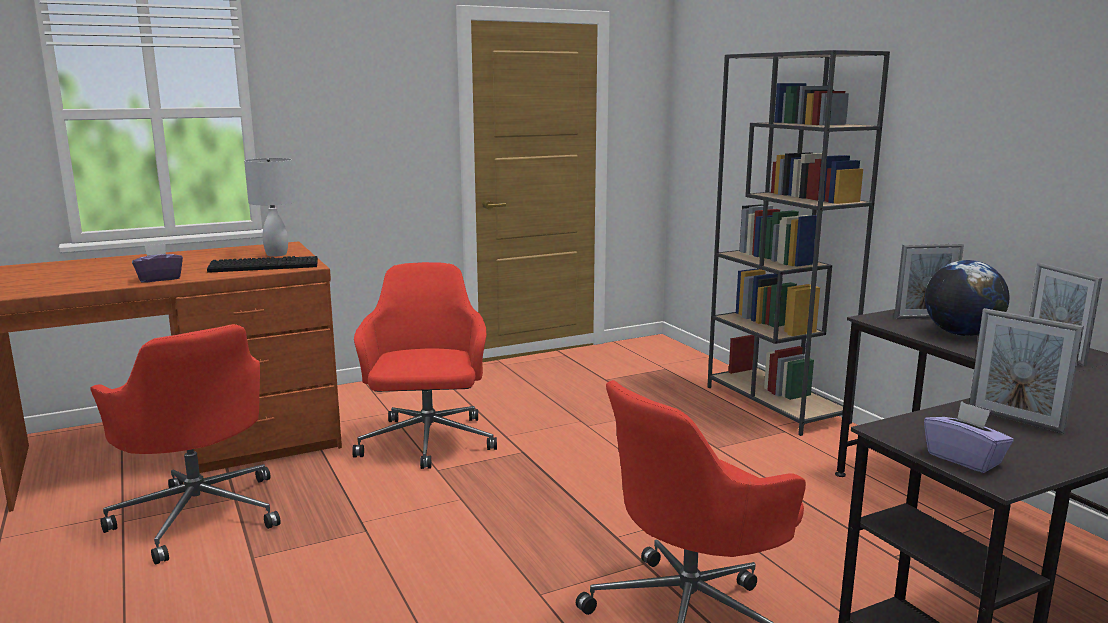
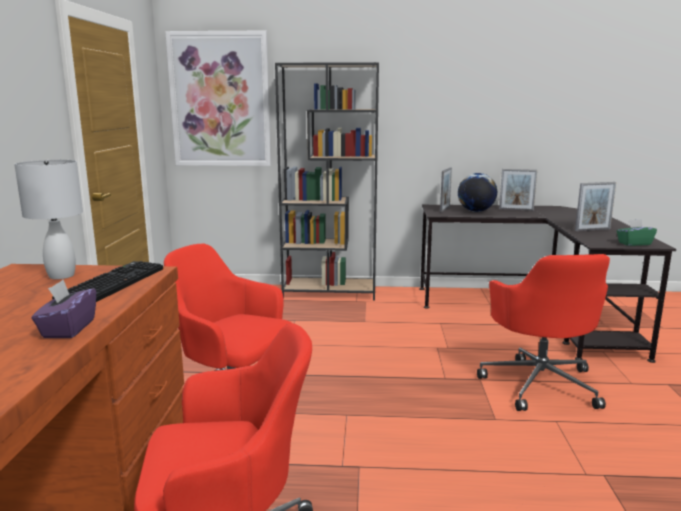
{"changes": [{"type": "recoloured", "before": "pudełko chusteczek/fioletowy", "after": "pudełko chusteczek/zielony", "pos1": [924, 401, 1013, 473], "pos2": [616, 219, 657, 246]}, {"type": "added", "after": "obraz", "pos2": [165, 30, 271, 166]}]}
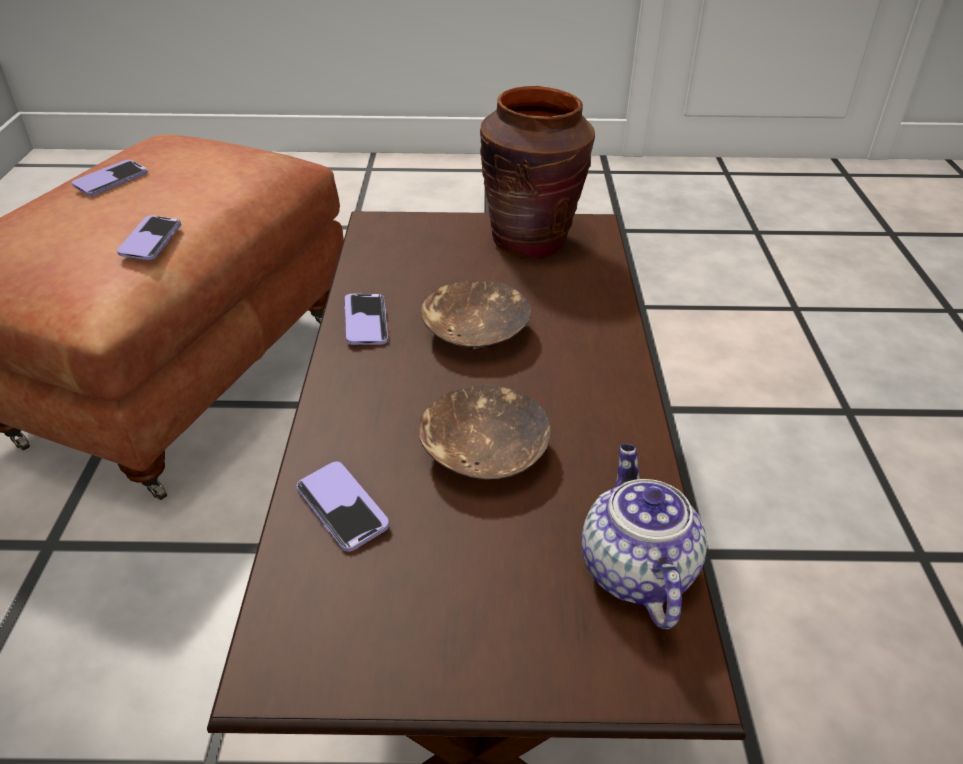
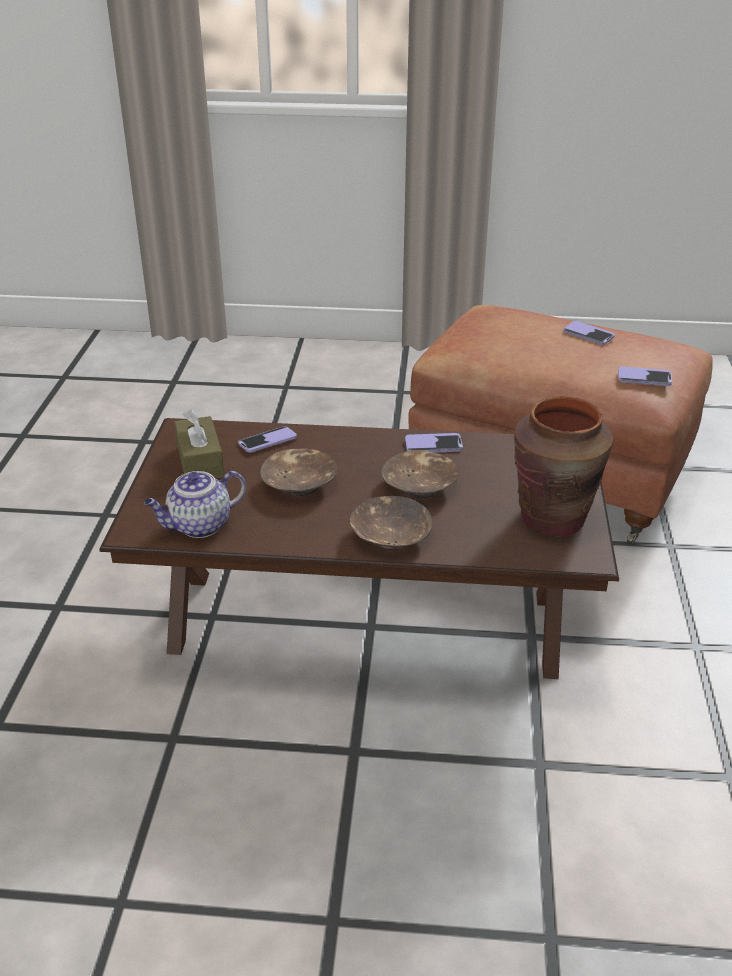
{"changes": [{"type": "moved", "before": "telefon", "pos1": [117, 215, 181, 260], "pos2": [618, 366, 672, 386]}, {"type": "turned", "before": "imbryk", "pos1": [581, 444, 707, 629], "pos2": [144, 471, 246, 538], "turn": 150}, {"type": "added", "after": "pudełko chusteczek/brązowy", "pos2": [174, 409, 224, 479]}, {"type": "added", "after": "miska/brązowy", "pos2": [350, 496, 433, 550]}]}
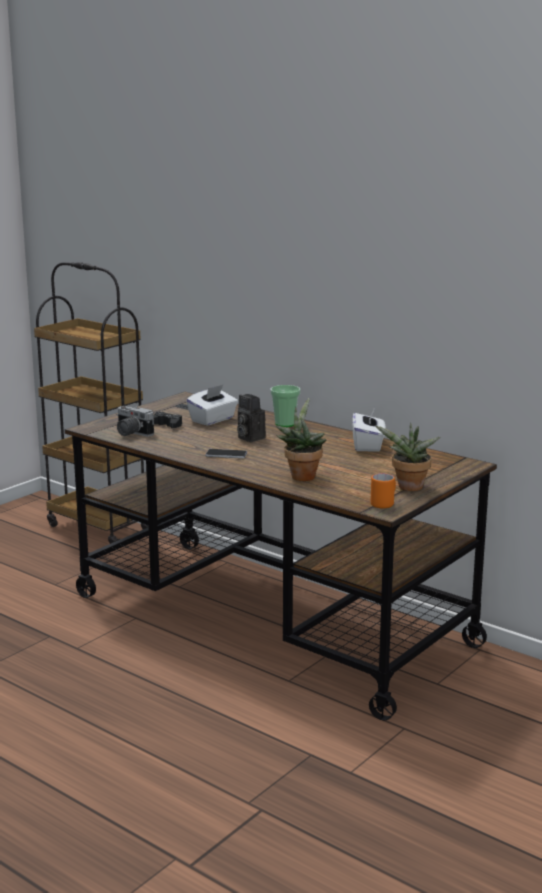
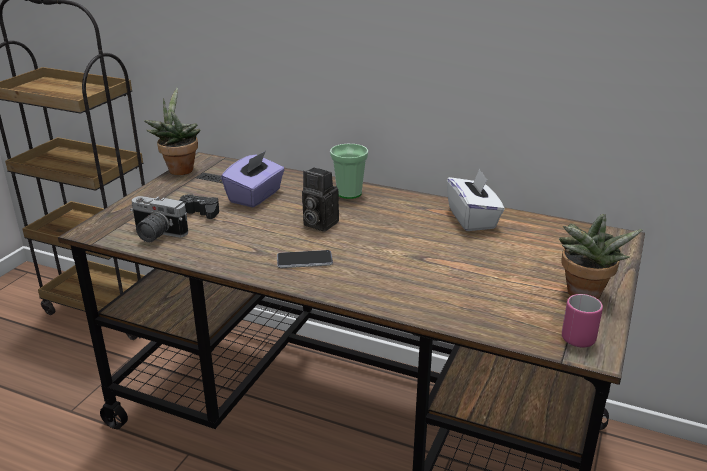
{"changes": [{"type": "recoloured", "before": "pudełko chusteczek/biały", "after": "pudełko chusteczek/fioletowy", "pos1": [186, 385, 238, 426], "pos2": [221, 151, 285, 207]}, {"type": "moved", "before": "roślina doniczkowa", "pos1": [276, 398, 326, 481], "pos2": [144, 88, 200, 175]}, {"type": "recoloured", "before": "kubek/pomarańczowy", "after": "kubek/różowy", "pos1": [371, 473, 396, 508], "pos2": [562, 294, 603, 348]}]}
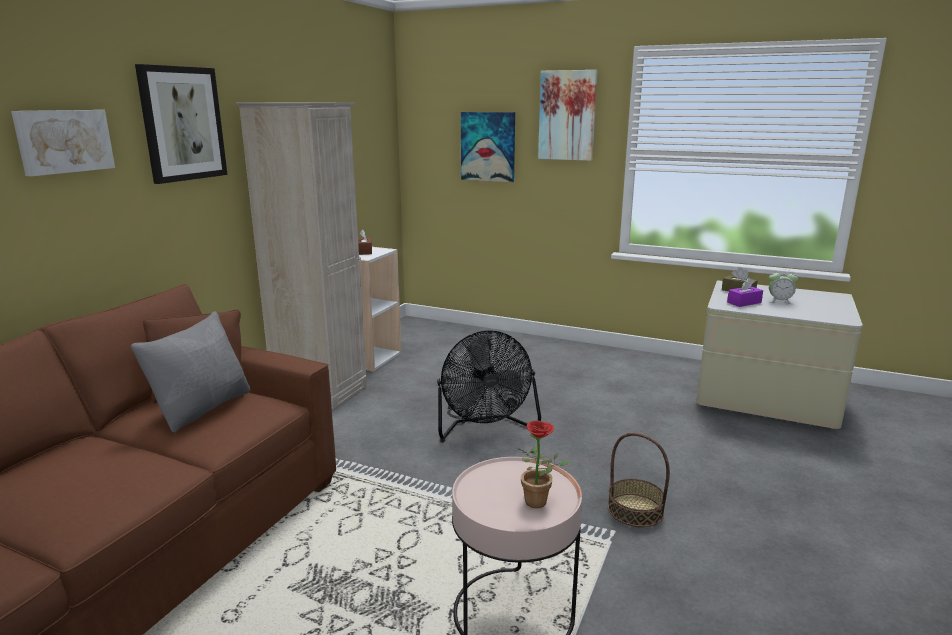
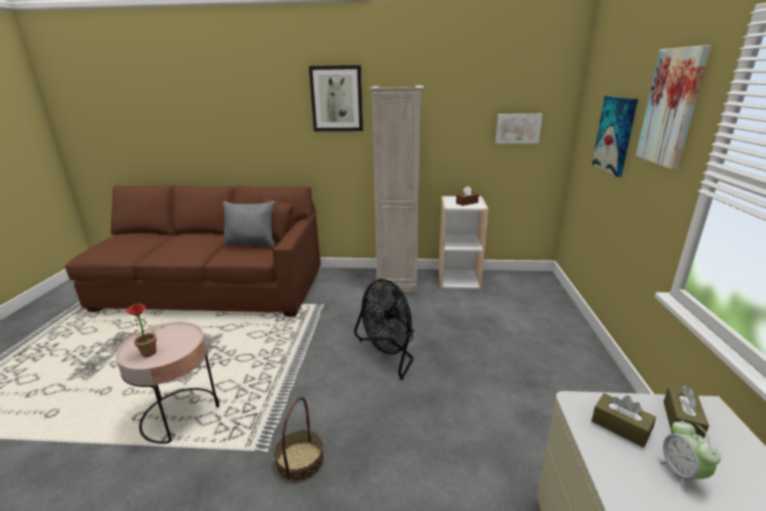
{"changes": [{"type": "moved", "before": "obraz", "pos1": [11, 110, 115, 176], "pos2": [495, 114, 543, 144]}, {"type": "recoloured", "before": "pudełko chusteczek/fioletowy", "after": "pudełko chusteczek/brązowy", "pos1": [727, 278, 763, 307], "pos2": [592, 393, 656, 448]}]}
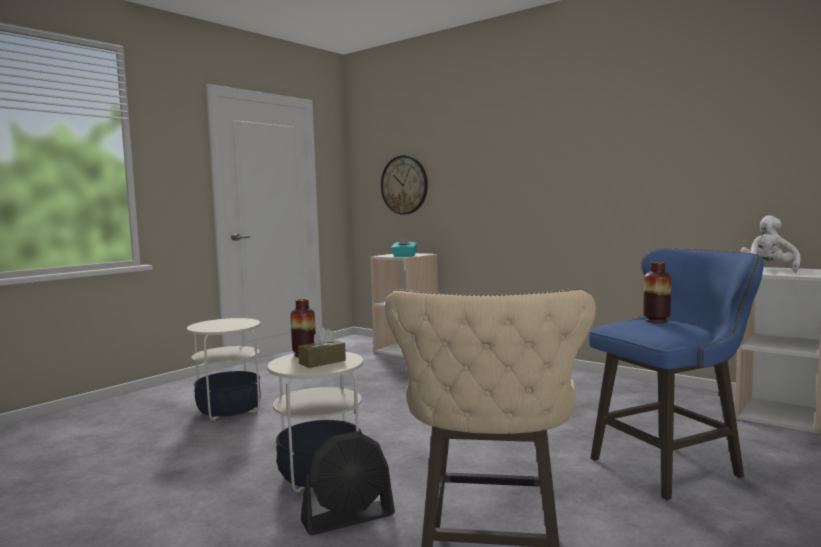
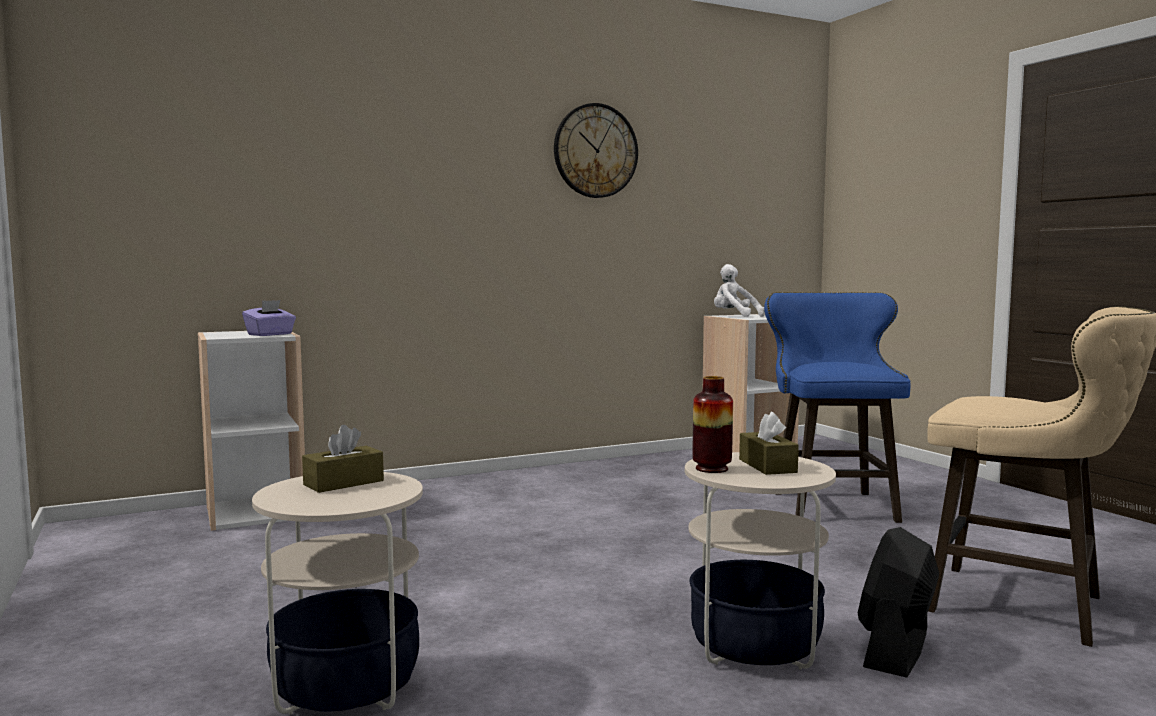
{"changes": [{"type": "moved", "before": "zegar ścienny", "pos1": [381, 155, 428, 215], "pos2": [554, 103, 638, 198]}, {"type": "recoloured", "before": "pudełko chusteczek/turkusowy", "after": "pudełko chusteczek/fioletowy", "pos1": [391, 238, 417, 257], "pos2": [242, 300, 296, 336]}, {"type": "removed", "before": "wazon", "pos1": [643, 262, 671, 323]}, {"type": "turned", "before": "wentylator/czarny", "pos1": [301, 431, 395, 535], "pos2": [858, 527, 939, 678], "turn": -150}, {"type": "added", "after": "pudełko chusteczek/brązowy", "pos2": [302, 425, 384, 493]}]}
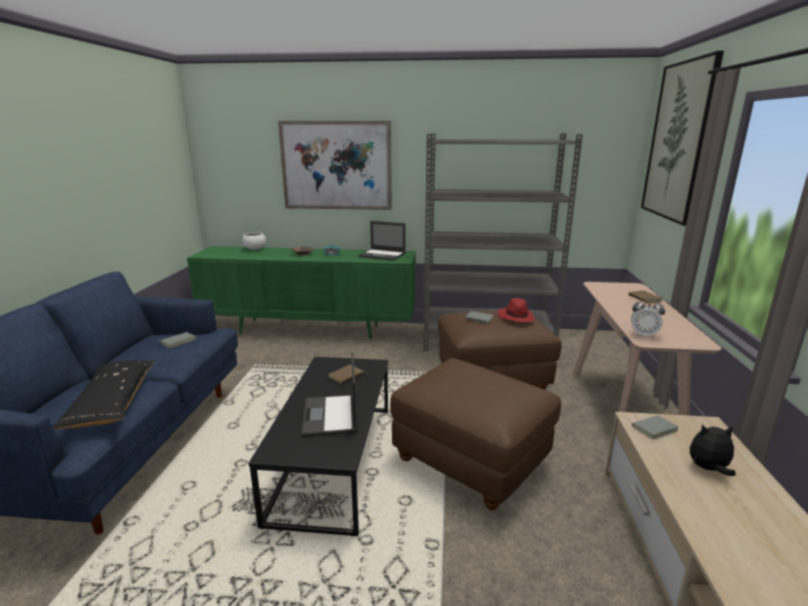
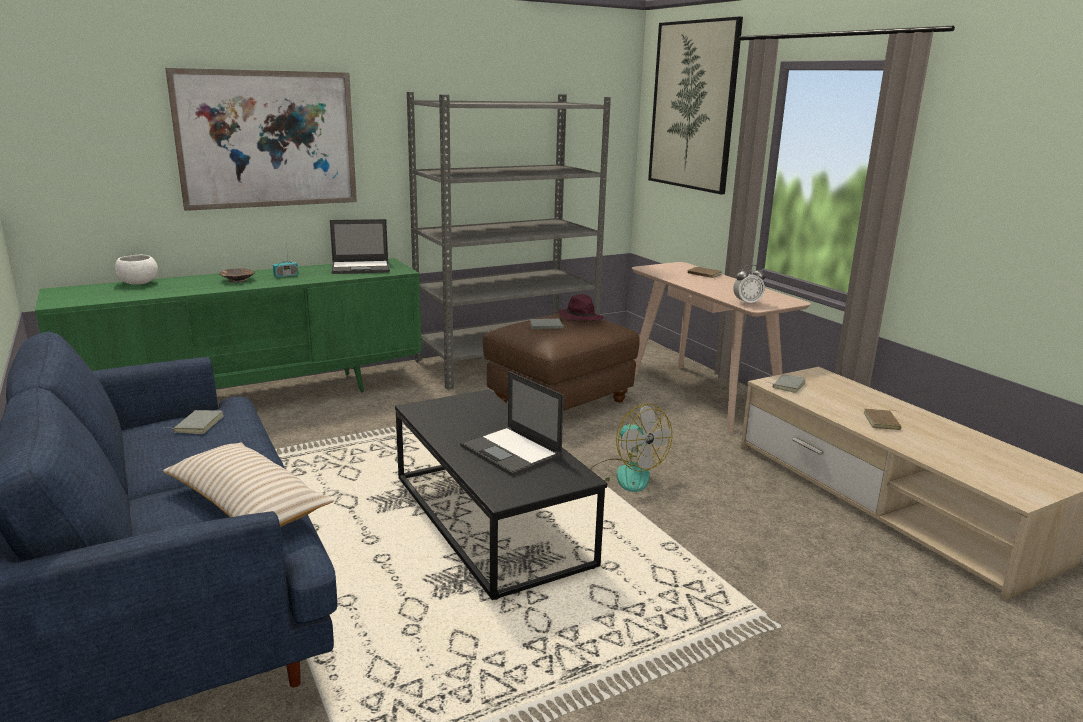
{"changes": [{"type": "recoloured", "before": "kapelusz/czerwony", "after": "kapelusz/fioletowy", "pos1": [498, 298, 535, 322], "pos2": [558, 294, 604, 321]}, {"type": "replaced", "before": "pufa/brązowy", "after": "wentylator", "pos1": [390, 358, 561, 510], "pos2": [590, 404, 672, 492]}, {"type": "recoloured", "before": "poduszka/czarny", "after": "poduszka/beżowy", "pos1": [53, 360, 156, 429], "pos2": [163, 442, 334, 527]}, {"type": "moved", "before": "książka/brązowy", "pos1": [328, 365, 368, 384], "pos2": [864, 408, 902, 430]}, {"type": "removed", "before": "pluszak", "pos1": [690, 425, 736, 476]}]}
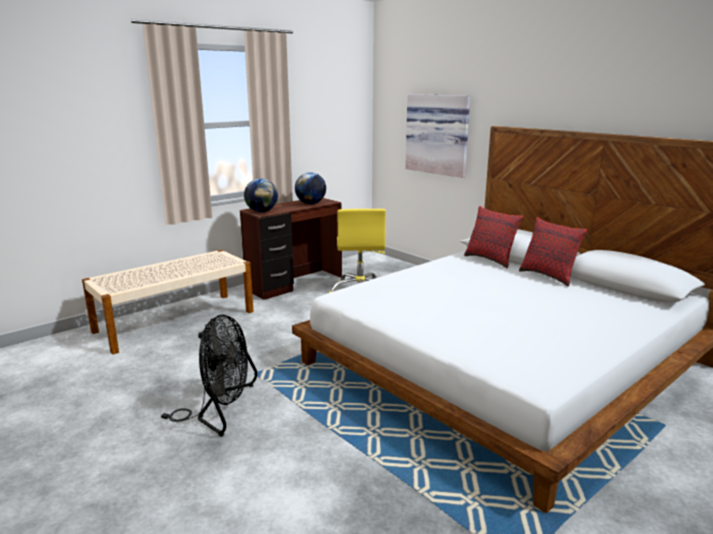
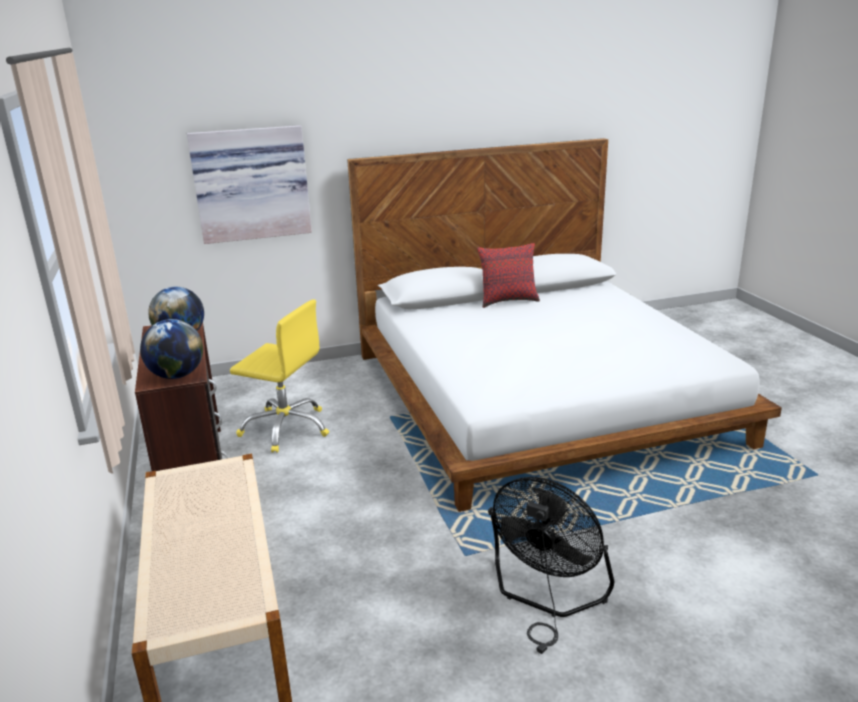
{"changes": [{"type": "removed", "before": "poduszka/czerwony", "pos1": [464, 206, 523, 268]}]}
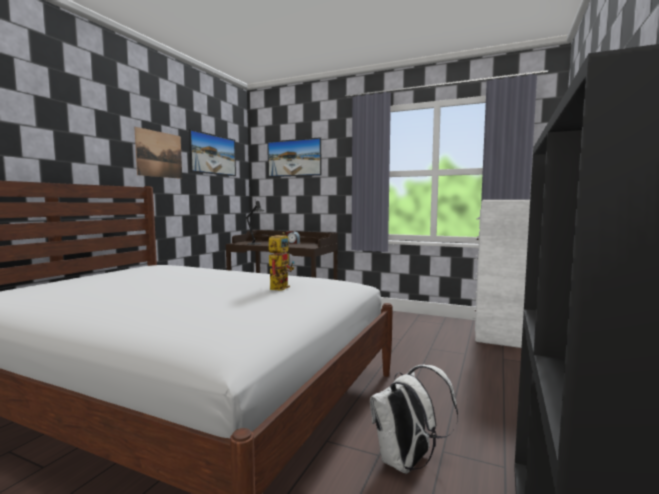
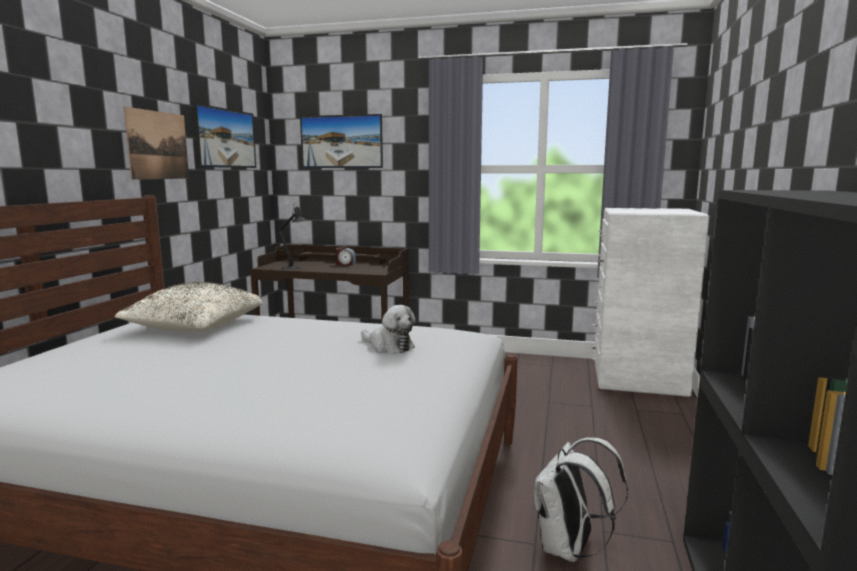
{"changes": [{"type": "replaced", "before": "robot zabawkowy", "after": "pluszak", "pos1": [269, 232, 295, 291], "pos2": [361, 305, 416, 354]}, {"type": "added", "after": "poduszka/beżowy", "pos2": [115, 282, 264, 332]}]}
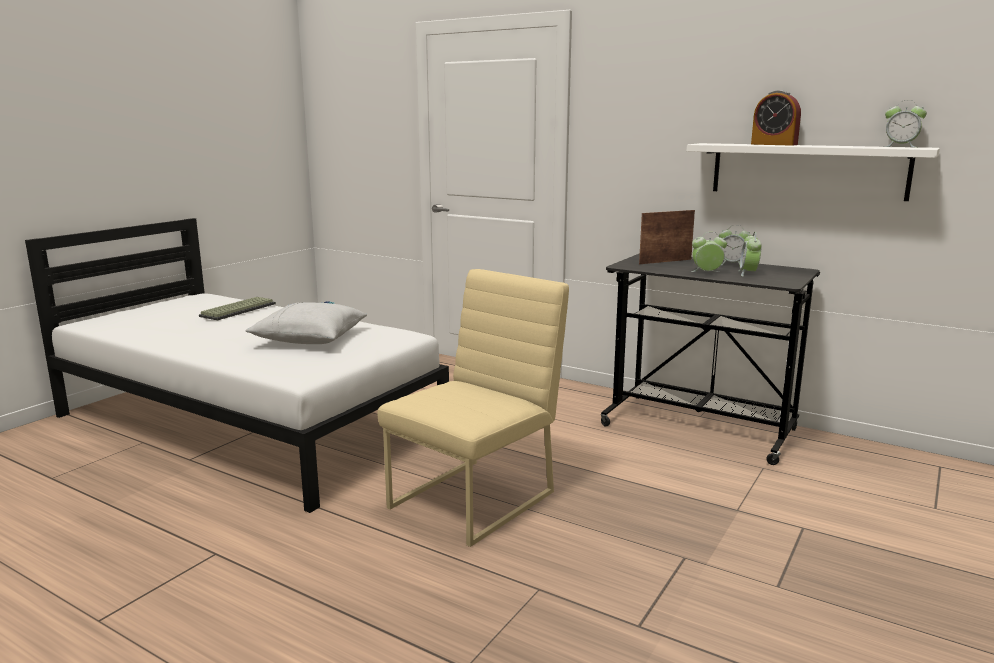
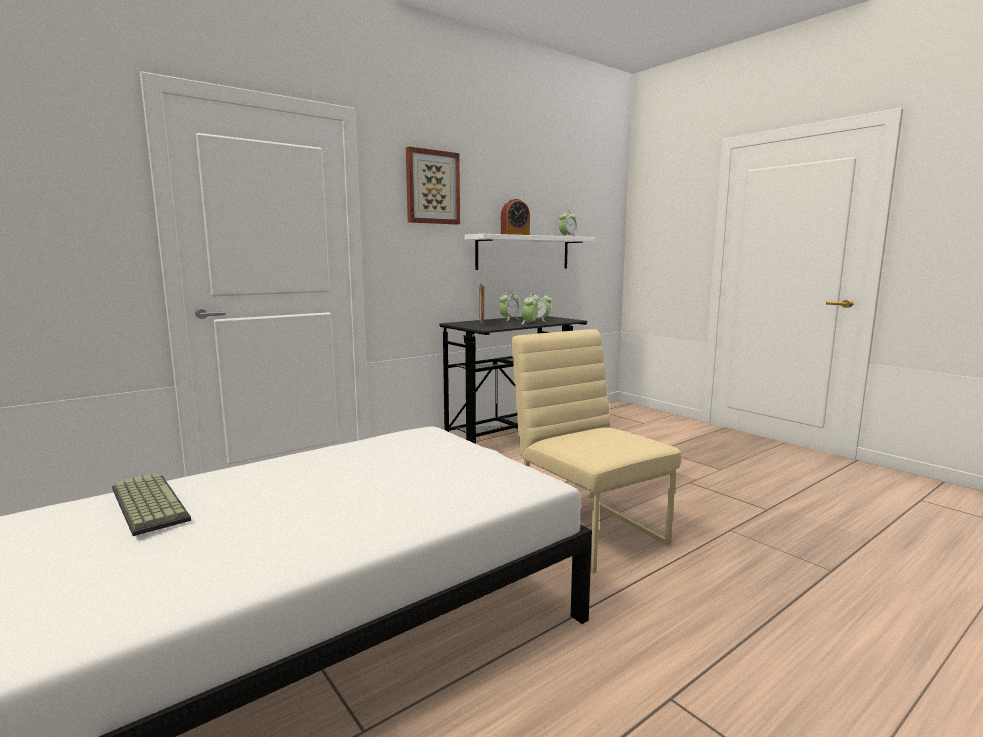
{"changes": [{"type": "removed", "before": "poduszka/szary", "pos1": [245, 301, 367, 344]}, {"type": "added", "after": "obraz", "pos2": [406, 147, 460, 224]}]}
